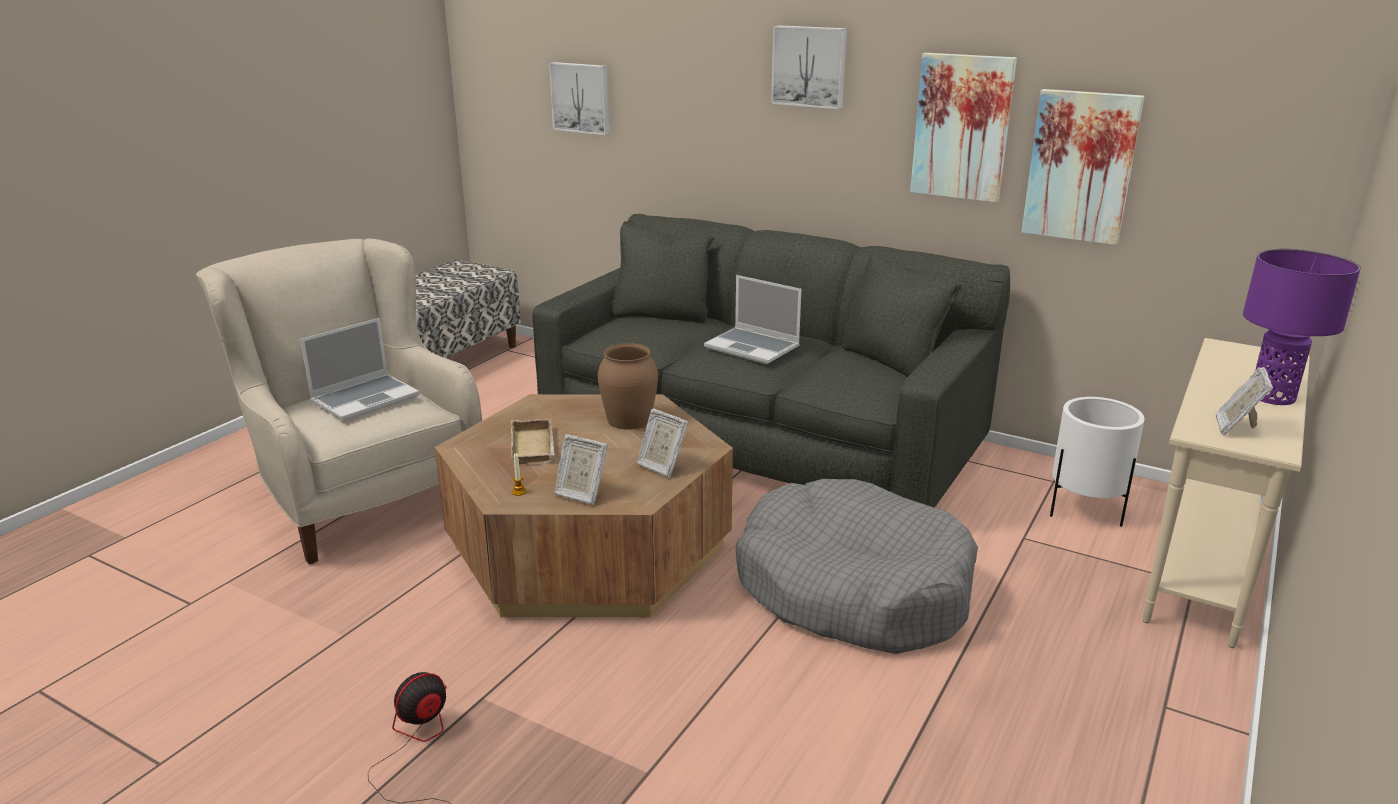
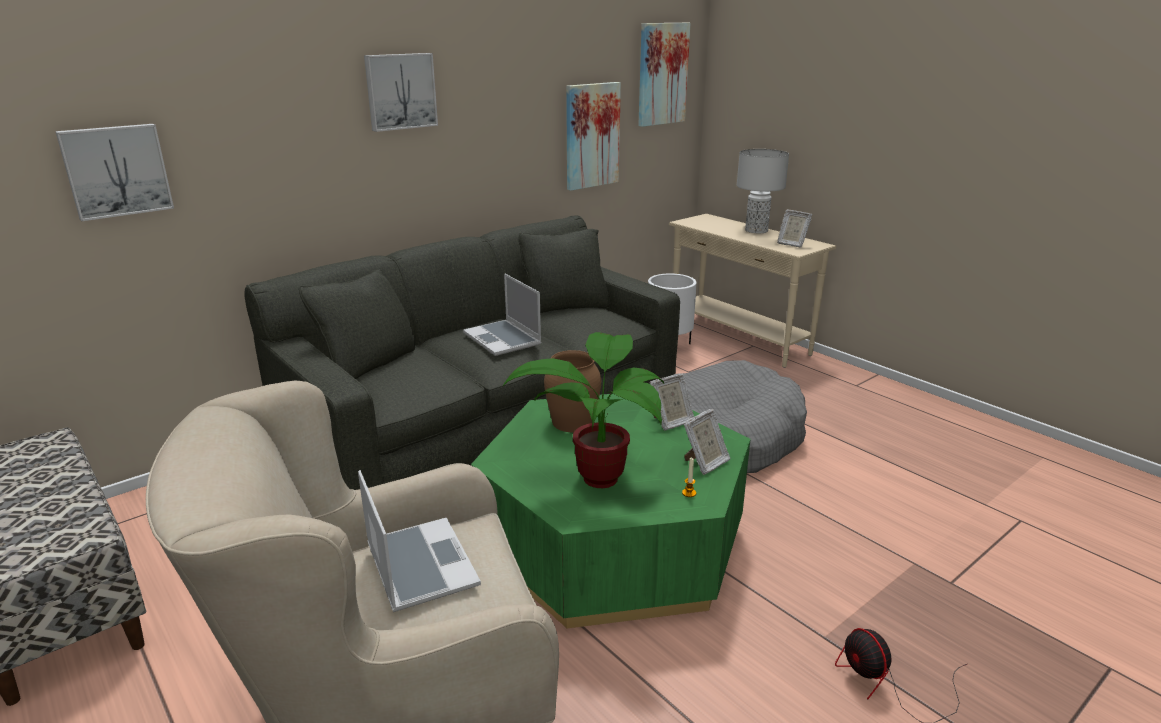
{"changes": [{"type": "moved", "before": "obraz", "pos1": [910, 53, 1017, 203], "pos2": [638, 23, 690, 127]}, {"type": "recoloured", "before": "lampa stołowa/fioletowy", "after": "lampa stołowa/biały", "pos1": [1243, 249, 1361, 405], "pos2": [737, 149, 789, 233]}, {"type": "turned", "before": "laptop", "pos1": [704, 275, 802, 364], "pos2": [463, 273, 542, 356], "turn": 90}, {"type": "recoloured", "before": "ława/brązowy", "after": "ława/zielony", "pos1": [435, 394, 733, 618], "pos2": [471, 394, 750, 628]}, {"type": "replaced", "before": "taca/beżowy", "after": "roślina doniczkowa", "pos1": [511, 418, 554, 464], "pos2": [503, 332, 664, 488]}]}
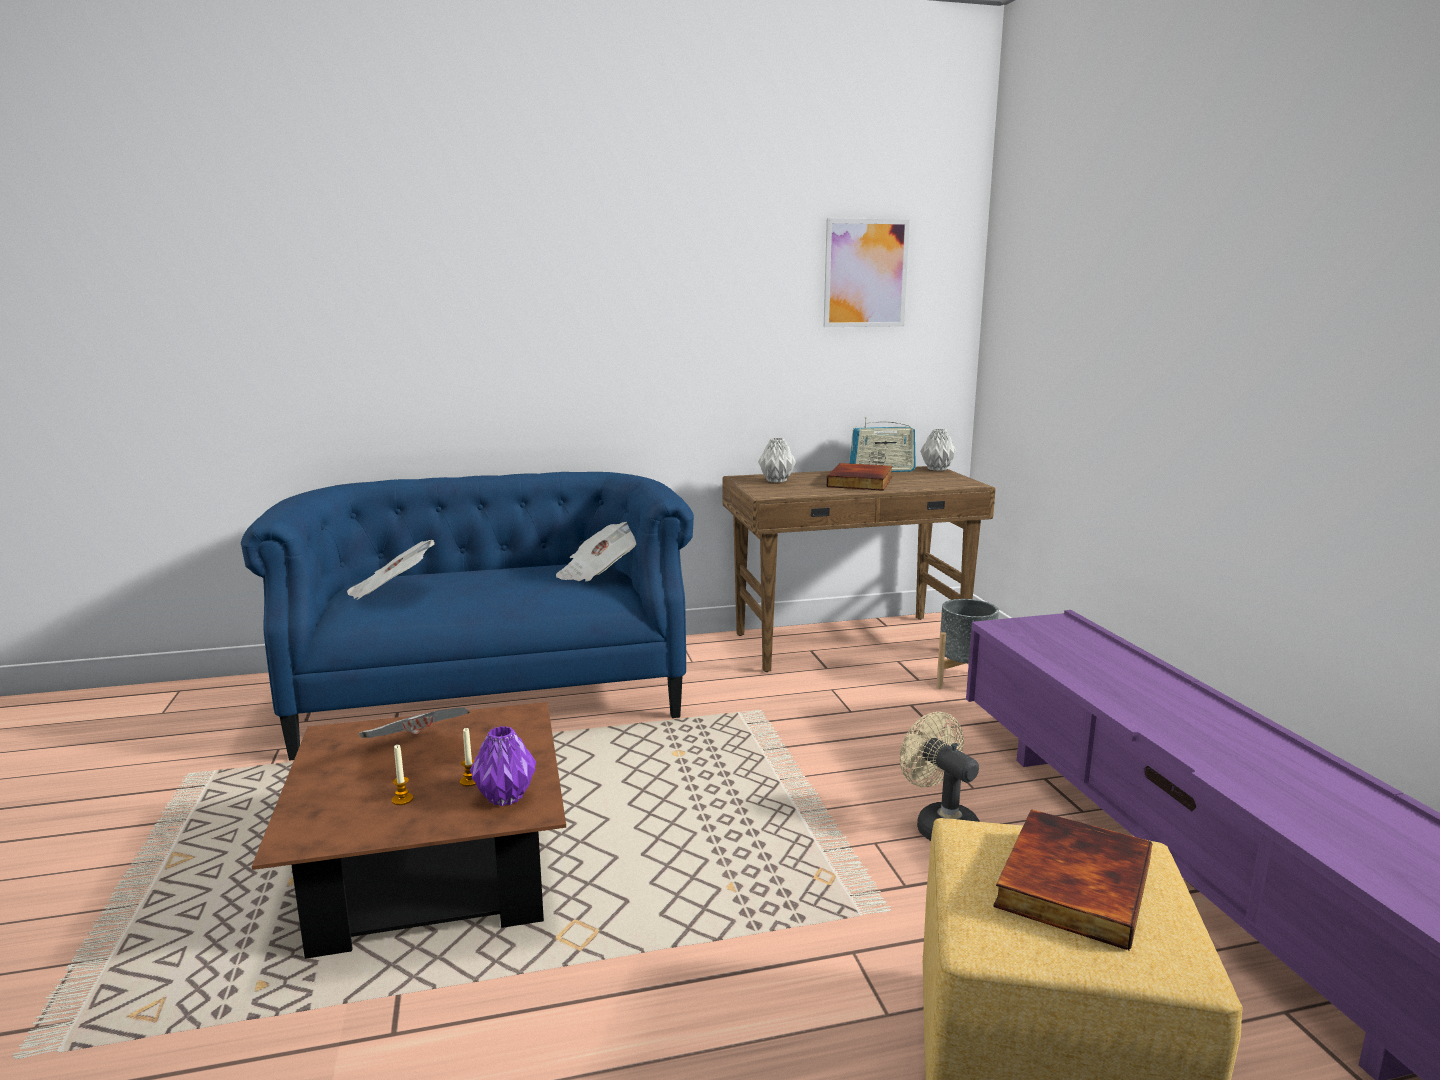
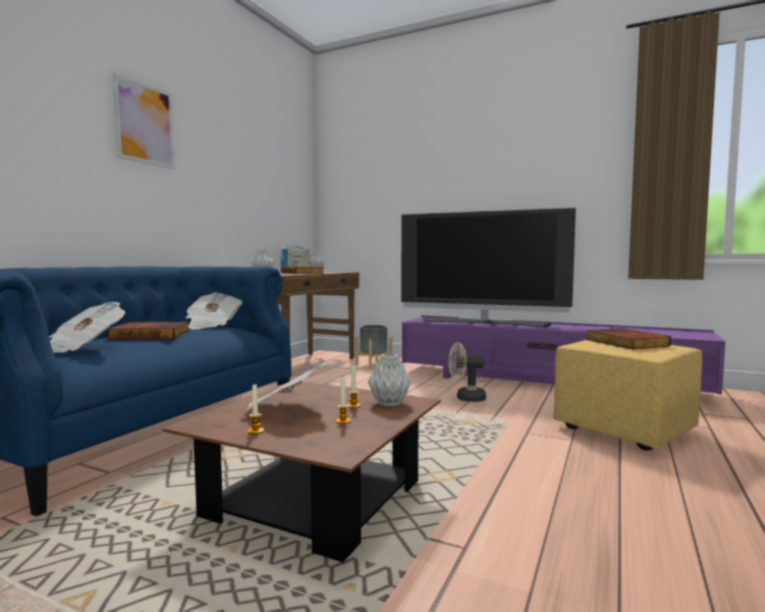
{"changes": [{"type": "moved", "before": "obraz", "pos1": [824, 218, 910, 327], "pos2": [113, 73, 175, 169]}, {"type": "recoloured", "before": "wazon/fioletowy", "after": "wazon/szary", "pos1": [470, 726, 536, 806], "pos2": [368, 354, 411, 406]}, {"type": "added", "after": "telewizor", "pos2": [401, 208, 576, 327]}, {"type": "added", "after": "książka", "pos2": [107, 322, 189, 340]}, {"type": "added", "after": "świeca", "pos2": [247, 383, 264, 434]}]}
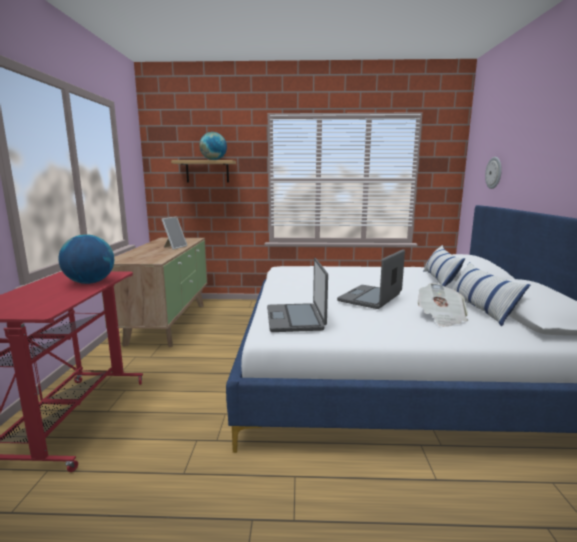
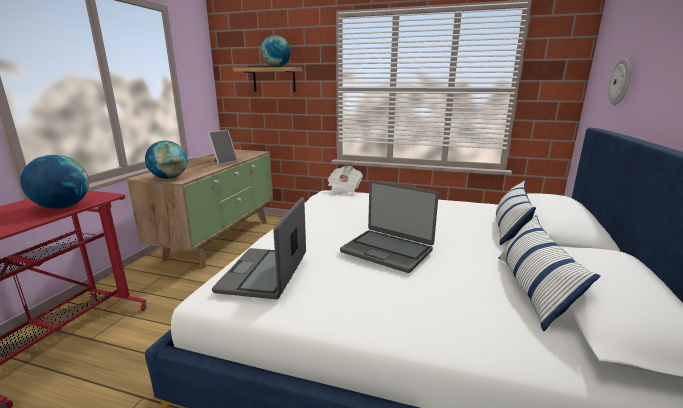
{"changes": [{"type": "turned", "before": "laptop", "pos1": [337, 249, 405, 309], "pos2": [340, 180, 439, 273], "turn": -105}, {"type": "moved", "before": "gazeta", "pos1": [417, 283, 468, 327], "pos2": [328, 166, 363, 195]}, {"type": "added", "after": "globus", "pos2": [145, 141, 187, 179]}]}
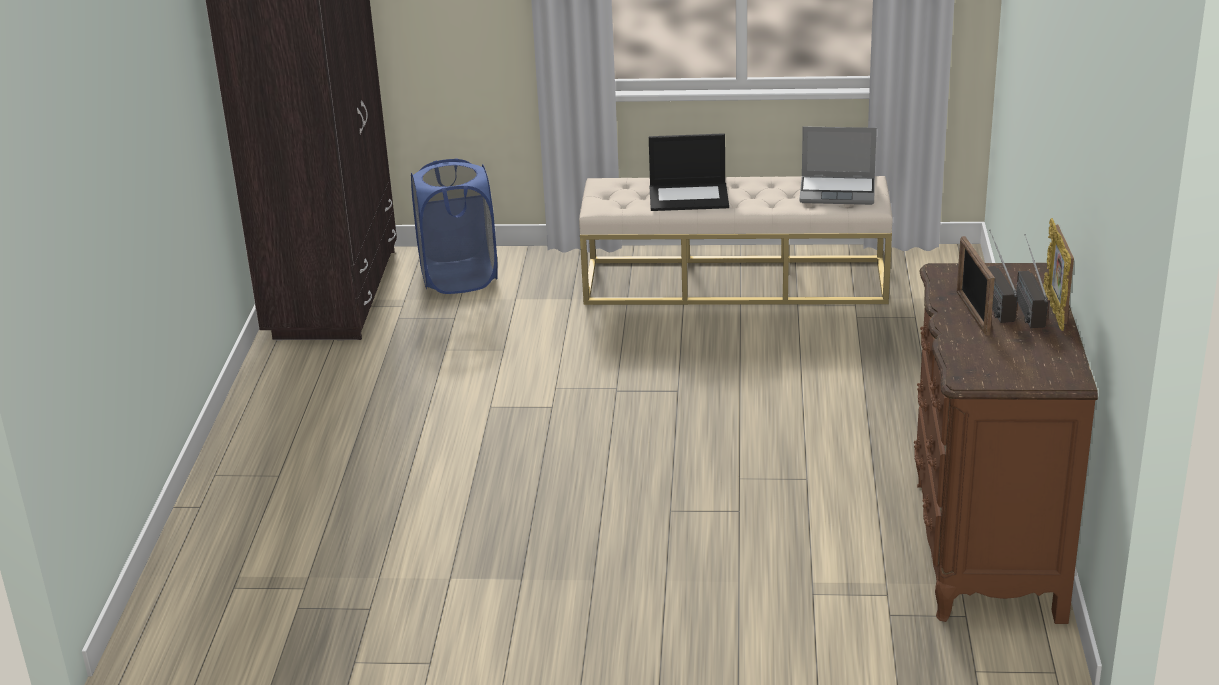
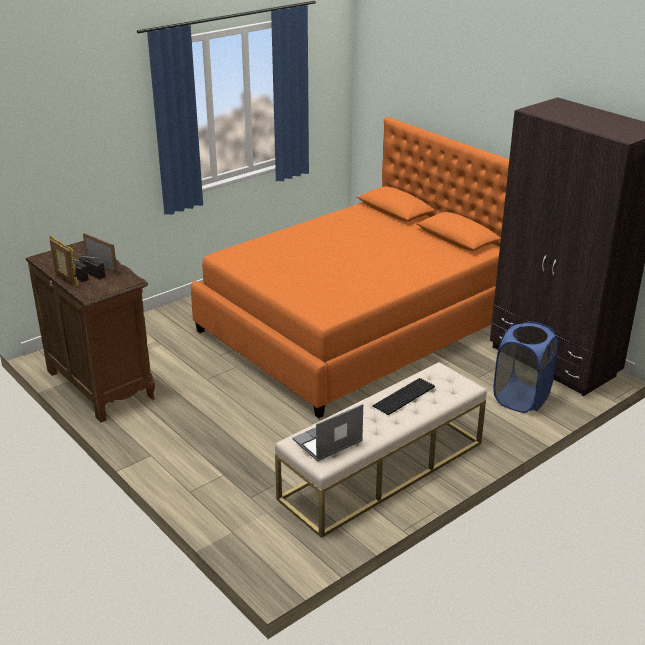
{"changes": [{"type": "replaced", "before": "laptop", "after": "klawiatura", "pos1": [649, 133, 729, 211], "pos2": [373, 378, 435, 415]}, {"type": "added", "after": "łóżko/pomarańczowy", "pos2": [191, 117, 509, 418]}]}
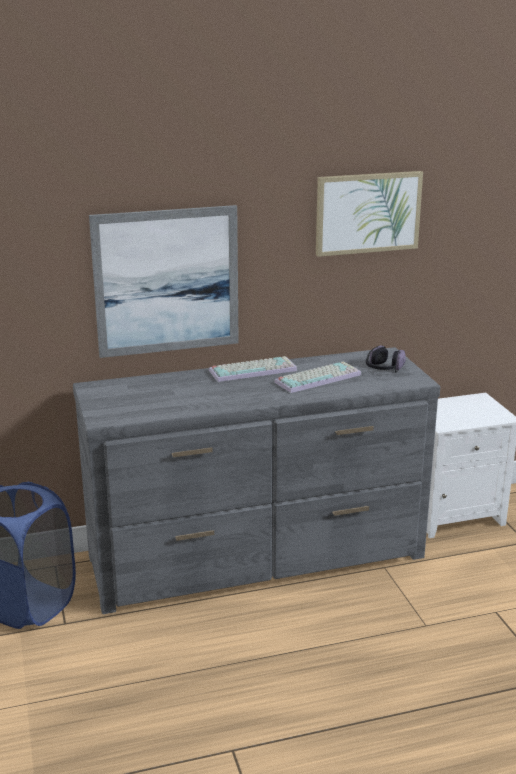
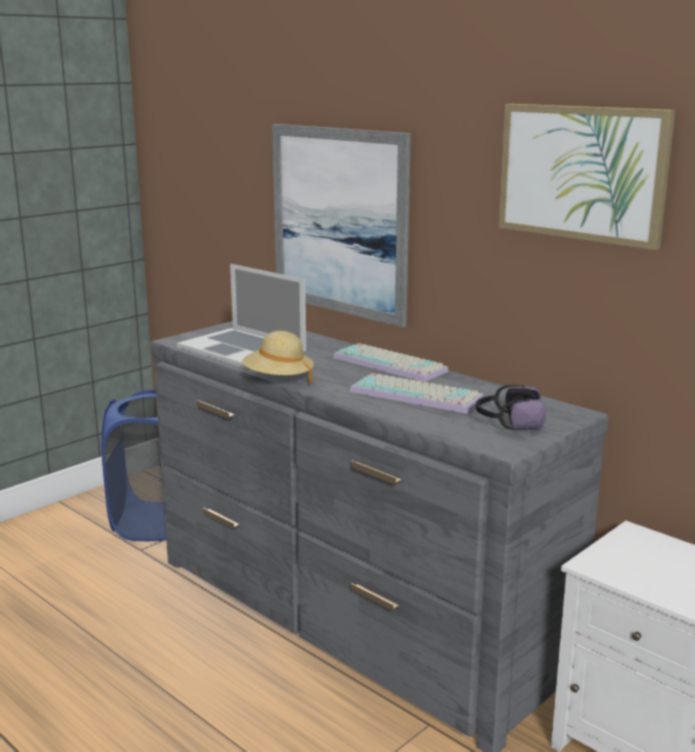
{"changes": [{"type": "added", "after": "laptop", "pos2": [177, 264, 306, 369]}, {"type": "added", "after": "kapelusz/beżowy", "pos2": [242, 331, 314, 384]}]}
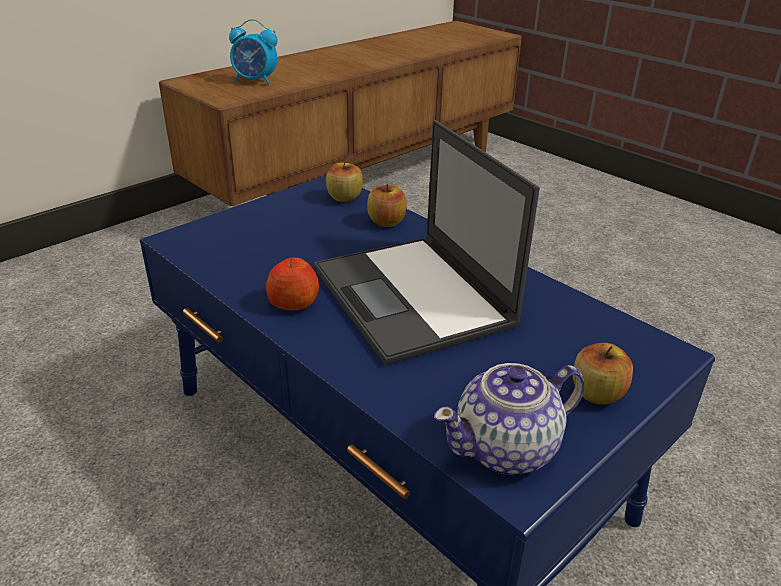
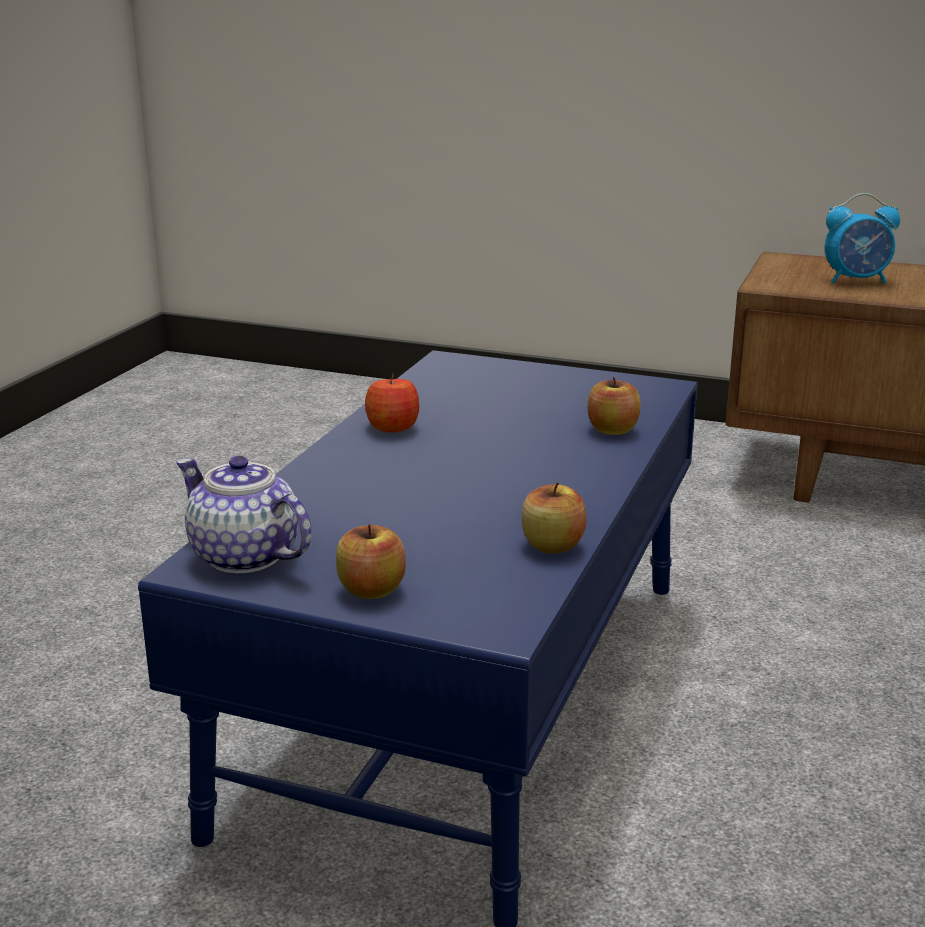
{"changes": [{"type": "turned", "before": "budzik", "pos1": [229, 19, 278, 85], "pos2": [825, 193, 900, 284], "turn": -75}, {"type": "removed", "before": "laptop", "pos1": [314, 120, 540, 366]}, {"type": "moved", "before": "jabłko", "pos1": [326, 160, 363, 202], "pos2": [522, 482, 586, 553]}]}
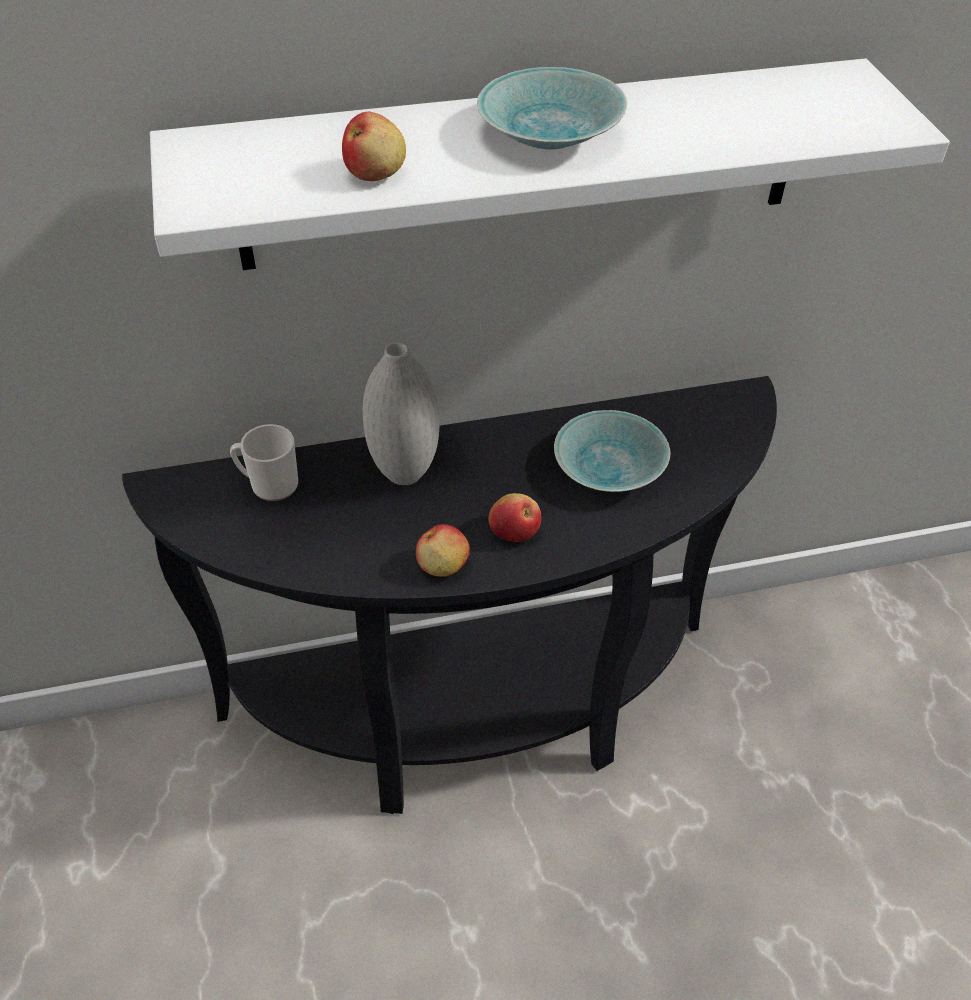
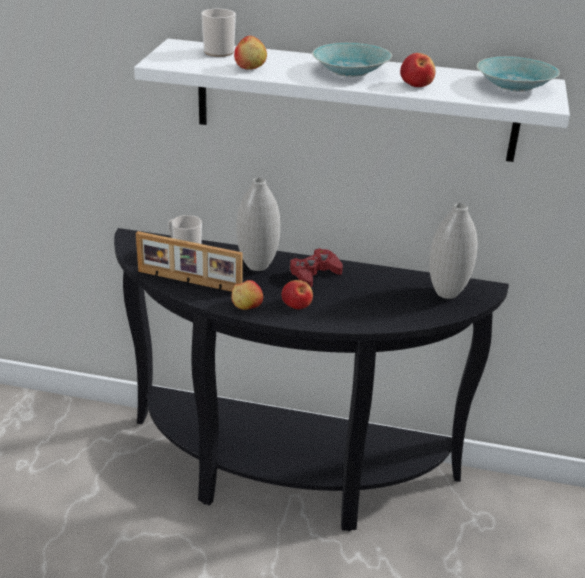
{"changes": [{"type": "moved", "before": "miska/turkusowy", "pos1": [554, 410, 671, 492], "pos2": [477, 56, 560, 92]}, {"type": "added", "after": "kubek", "pos2": [201, 9, 236, 57]}, {"type": "added", "after": "jabłko", "pos2": [400, 53, 435, 87]}, {"type": "added", "after": "wazon/biały", "pos2": [429, 203, 477, 299]}, {"type": "added", "after": "ramka na zdjęcie", "pos2": [136, 231, 243, 292]}, {"type": "added", "after": "pad do gier/czerwony", "pos2": [289, 248, 343, 287]}]}
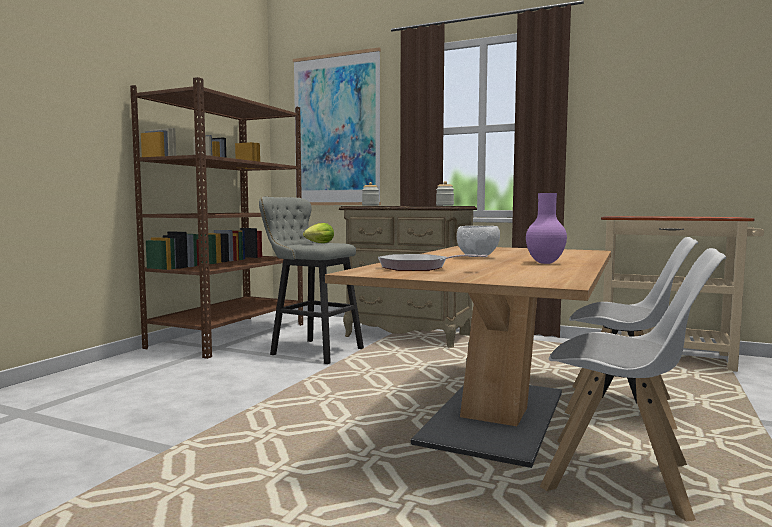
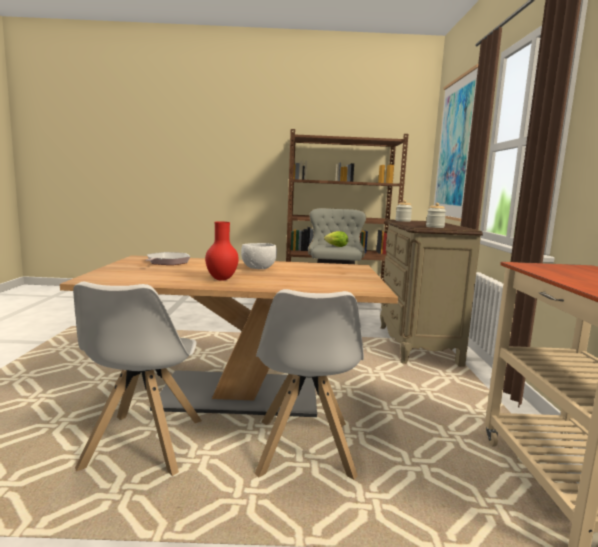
{"changes": [{"type": "recoloured", "before": "wazon/fioletowy", "after": "wazon/czerwony", "pos1": [526, 193, 567, 264], "pos2": [205, 222, 239, 281]}]}
